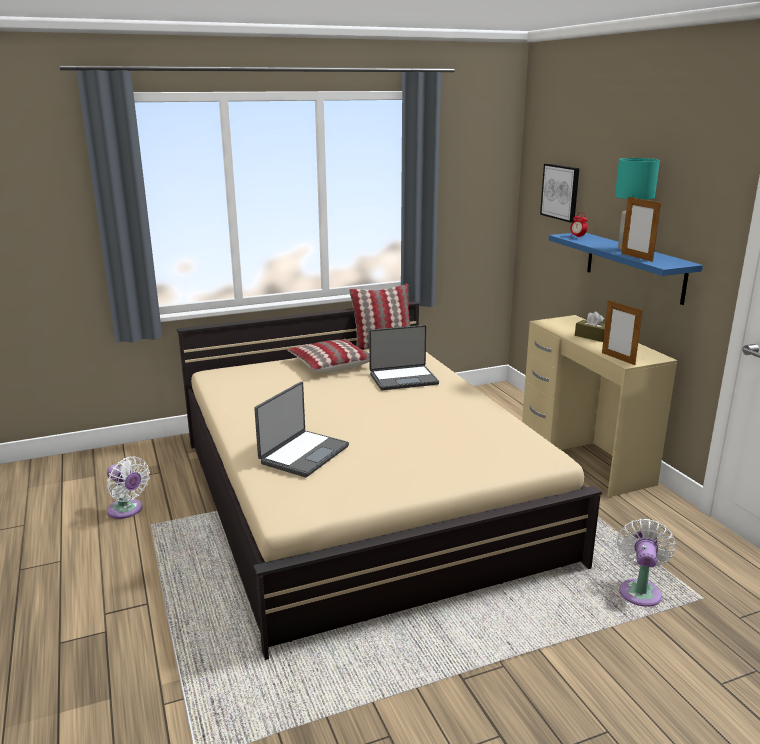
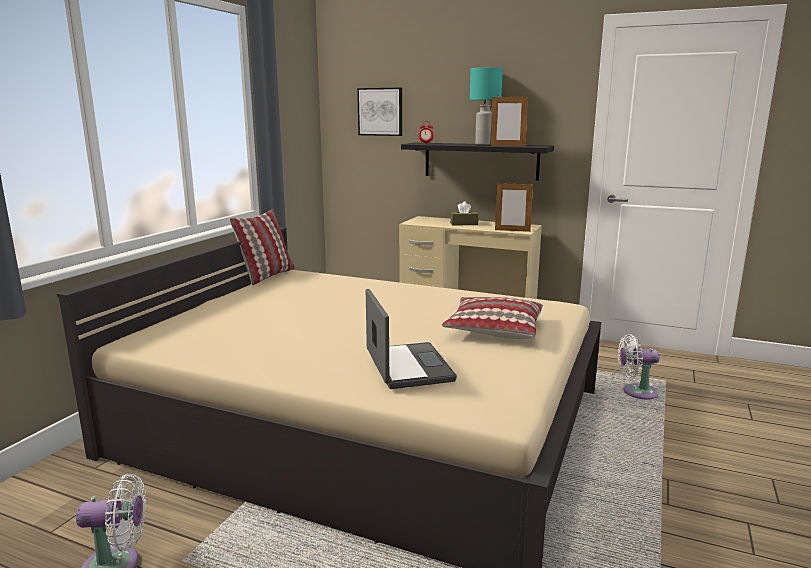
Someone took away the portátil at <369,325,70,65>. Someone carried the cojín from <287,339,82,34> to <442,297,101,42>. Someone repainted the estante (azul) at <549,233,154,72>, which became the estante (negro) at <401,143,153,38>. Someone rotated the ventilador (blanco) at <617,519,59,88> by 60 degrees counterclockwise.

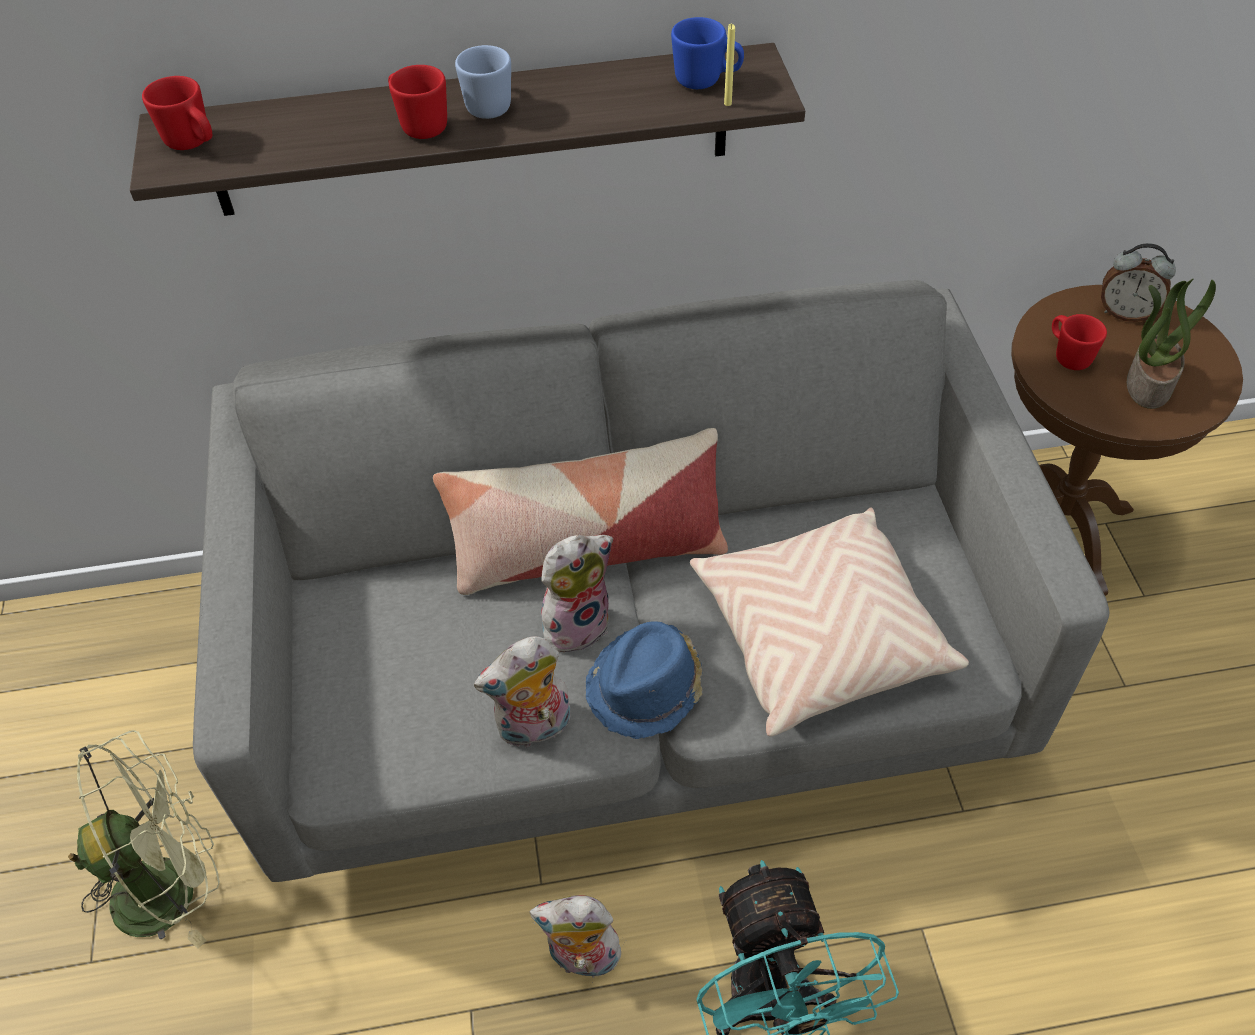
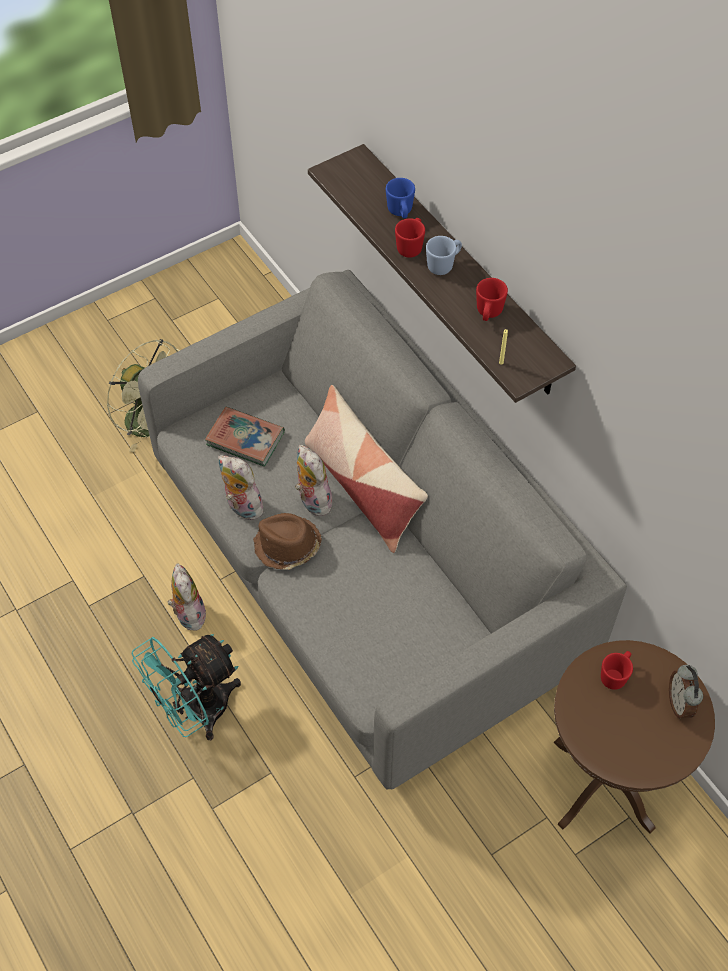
Someone took away the cojín (beis) at <690,507,279,229>. Someone took away the planta en maceta at <1127,279,89,130>. Someone put down the libro at <205,406,80,61>. Someone carried the taza grande (rojo) from <142,76,70,74> to <476,278,32,43>. Someone carried the taza grande (azul) from <671,17,73,72> to <386,178,29,40>. Someone repainted the sombrero (azul) at <586,621,117,118>, which became the sombrero (marrón) at <253,513,69,57>. Someone rotated the peluche at <541,535,72,123> by 150 degrees counterclockwise.

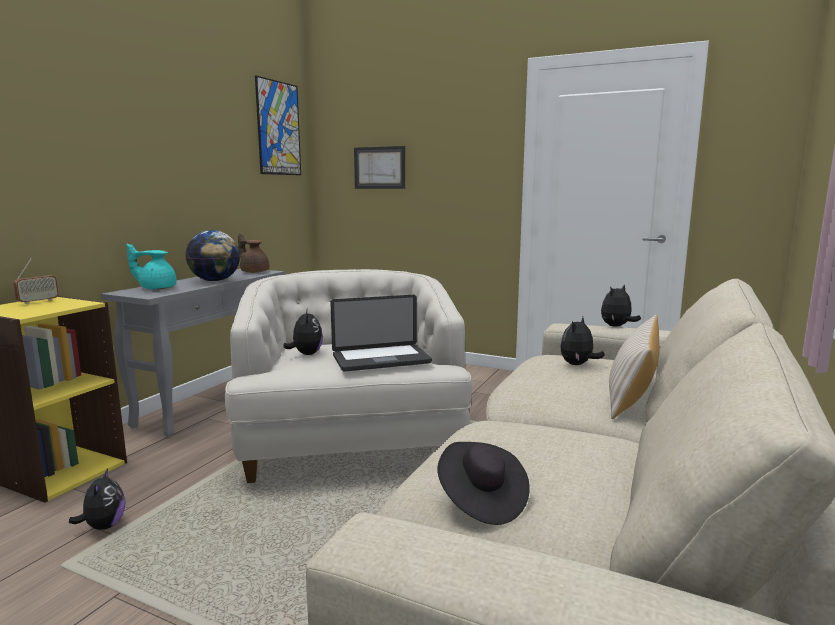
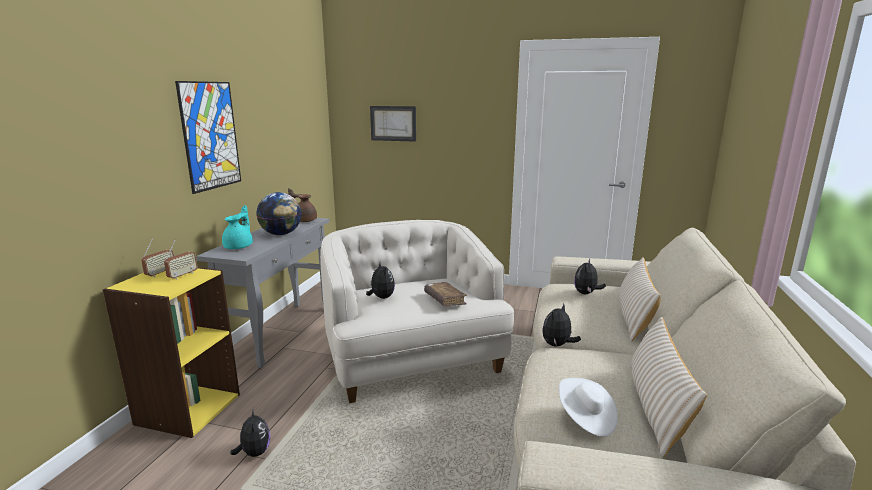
Someone put down the radio at <164,240,33,40>. Someone put down the cojín (beis) at <630,317,77,141>. Someone carried the cuadro from <255,76,46,99> to <175,81,66,113>. Someone carried the peluche from <601,285,40,42> to <543,304,38,42>. Someone swapped the portátil at <330,295,102,77> for the libro (marrón) at <424,282,43,24>. Someone repainted the sombrero (negro) at <437,442,93,83>, which became the sombrero (blanco) at <559,378,59,59>. Someone rotated the tetera (turquesa) at <126,243,51,47> by 120 degrees clockwise.

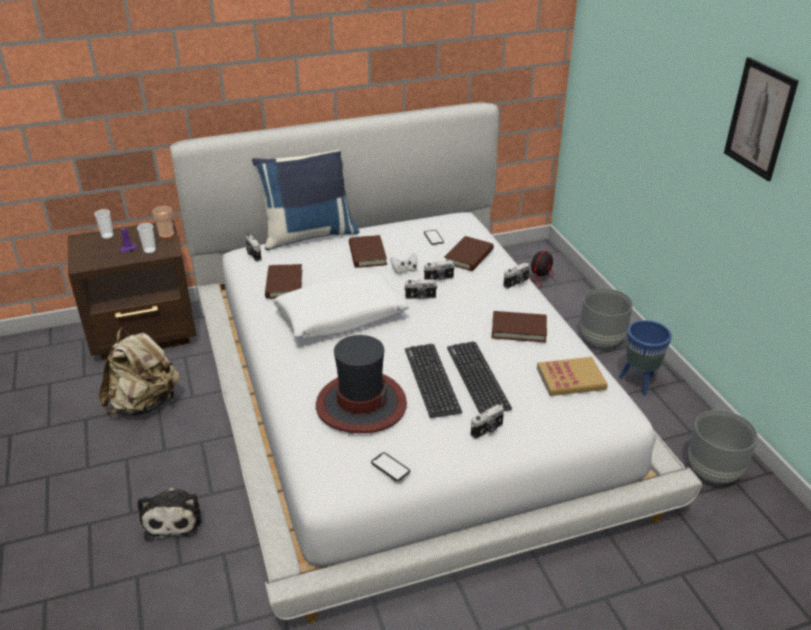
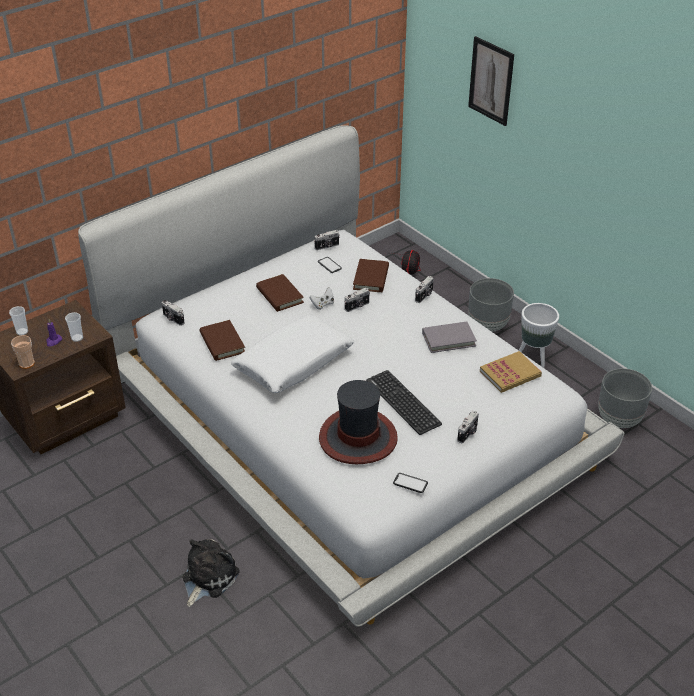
Someone took away the mochila (beis) at <99,328,81,88>. Someone took away the cojín (azul) at <252,150,107,100>. Someone took away the teclado at <447,341,65,73>. Someone carried the taza from <153,206,21,32> to <11,335,24,34>. Someone carried the cámara from <404,279,34,20> to <314,230,26,20>. Someone carried the cuadro from <724,57,75,124> to <468,36,46,90>. Someone repainted the libro (marrón) at <491,311,56,31>, which became the libro (gris) at <422,322,55,31>. Someone repainted the maceta (azul) at <619,320,53,76>, which became the maceta (blanco) at <519,303,40,65>. Someone rotated the peluche at <137,488,65,53> by 120 degrees counterclockwise.

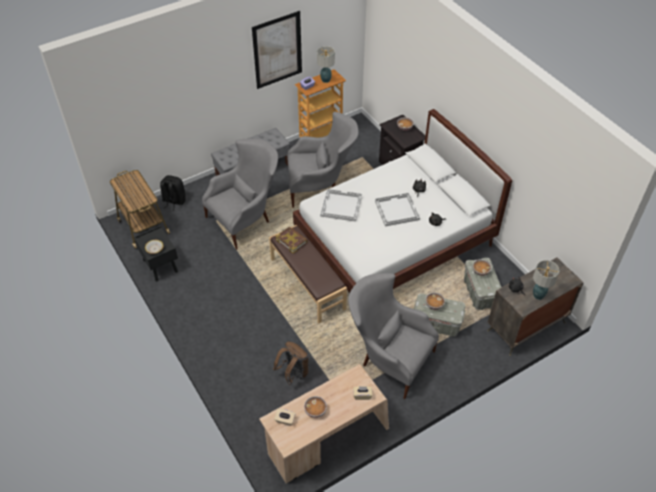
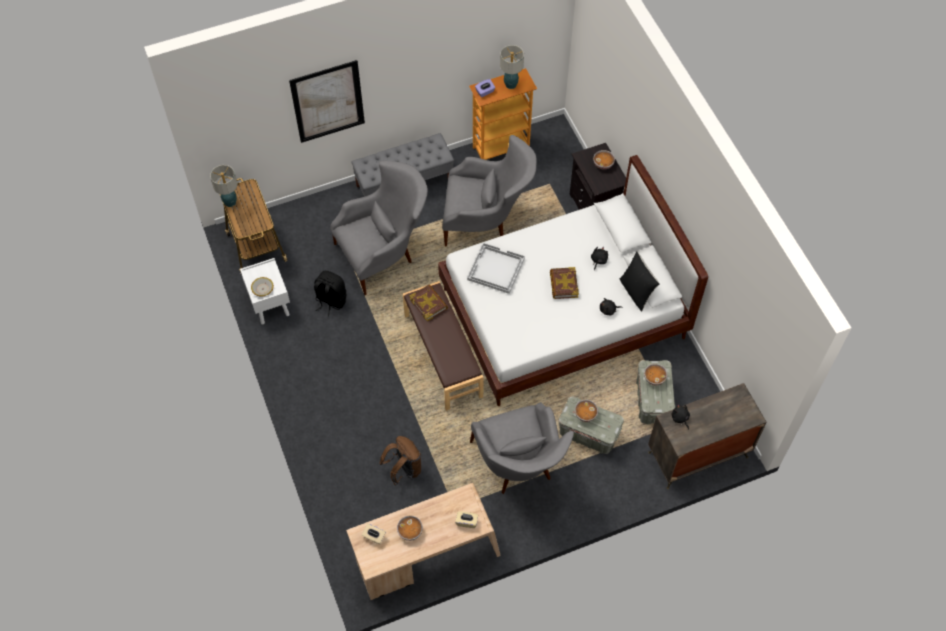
Someone put down the cojín (negro) at <620,251,40,61>. Someone carried the mochila (negro) from <160,175,26,36> to <314,271,32,45>. Someone carried the cuadro from <252,11,50,78> to <289,60,76,83>. Someone carried the lámpara de mesa from <533,260,27,40> to <210,165,28,42>. Someone swapped the bandeja (blanco) at <375,193,45,34> for the libro at <550,267,29,32>. Someone repainted the mesita de noche (negro) at <134,226,44,56>, which became the mesita de noche (blanco) at <240,258,50,67>. Someone rotated the sillón (gris) at <348,273,91,126> by 150 degrees counterclockwise.

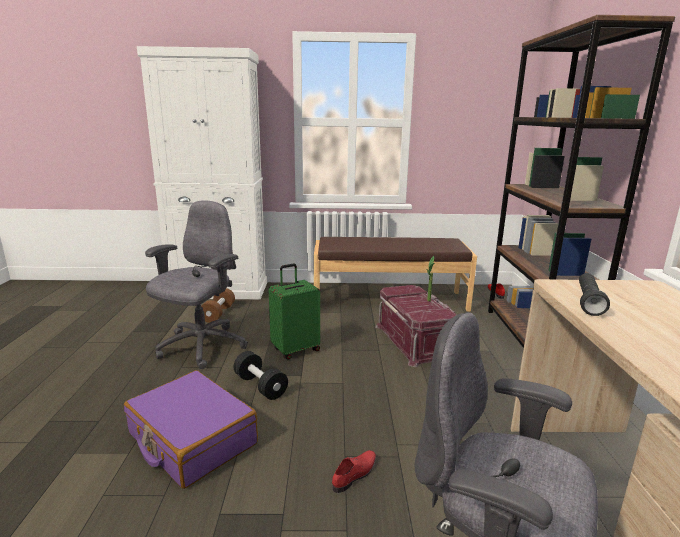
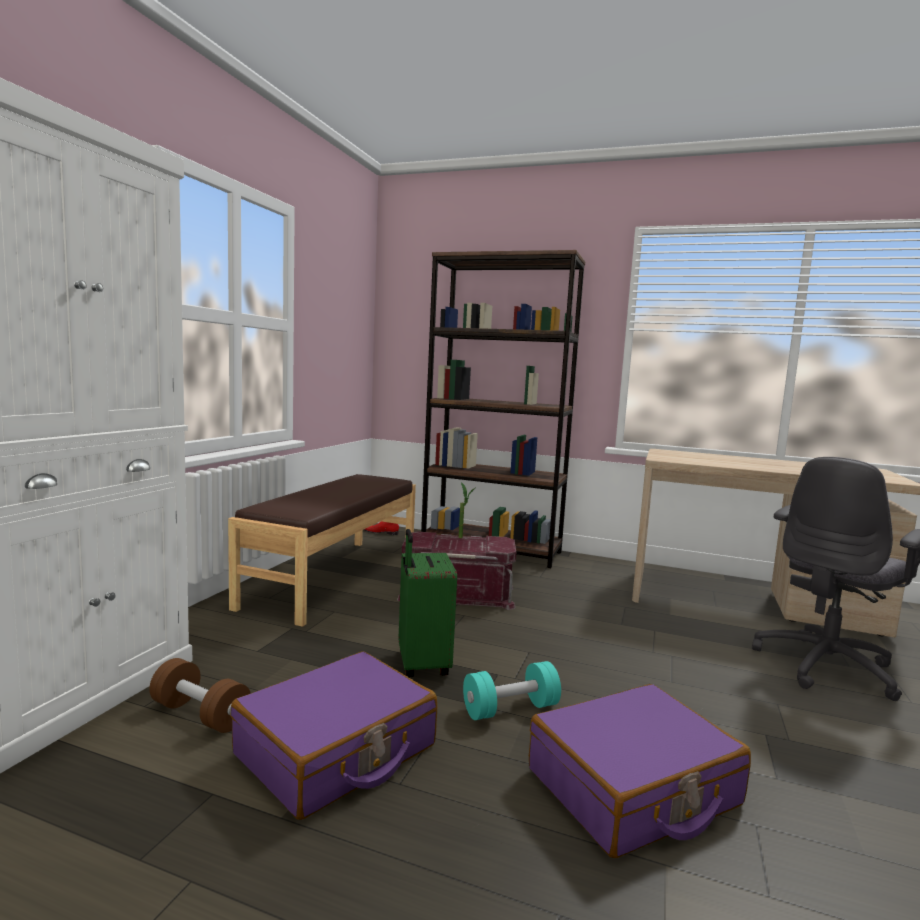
Someone took away the zapato (rojo) at <332,450,44,43>. Someone took away the linterna (negro) at <579,273,31,43>. Someone swapped the silla de oficina (gris) at <145,200,103,169> for the maleta (morado) at <231,652,206,168>. Someone repainted the mancuerna (negro) at <234,351,54,49>, which became the mancuerna (turquesa) at <463,661,98,59>.

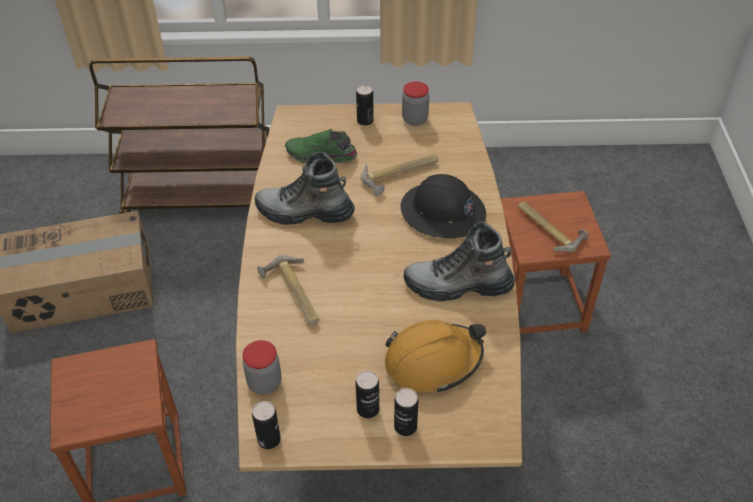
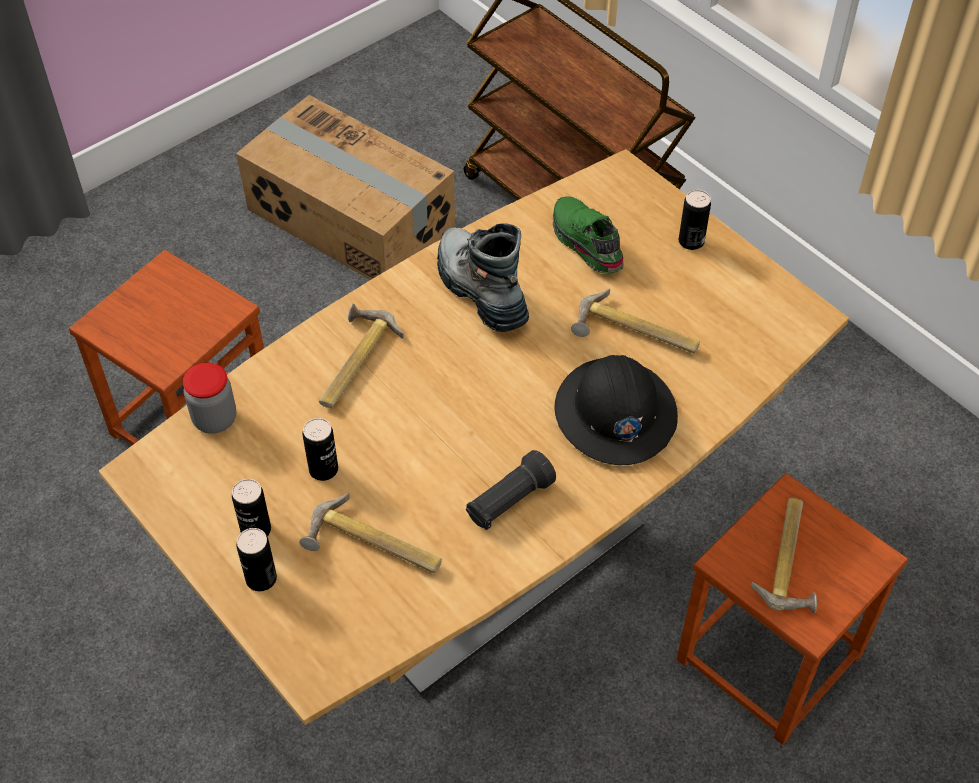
Someone took away the tarro at <402,81,27,44>. Someone carried the lata from <252,401,29,48> to <303,418,35,63>. Someone swapped the casco (naranja) at <385,320,101,72> for the martillo at <299,493,143,80>. Someone swapped the bota at <403,221,112,81> for the linterna (negro) at <466,450,90,80>.

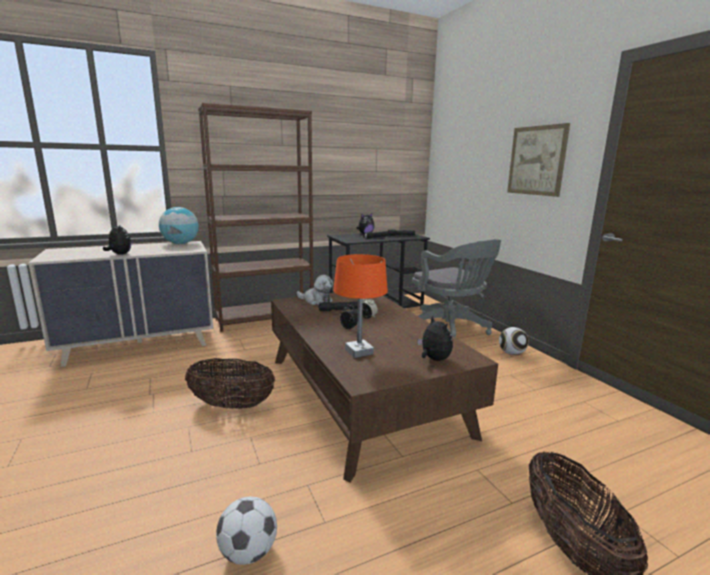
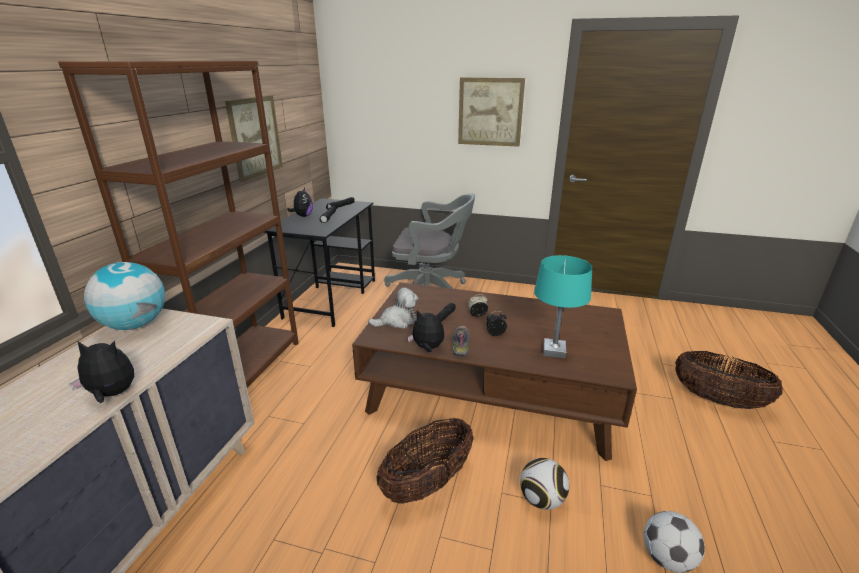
Someone put up the cuadro at <225,95,58,87>. Someone put down the zapato at <452,326,18,31>. Someone carried the peluche from <418,315,35,46> to <408,310,36,42>. Someone carried the balón de fútbol from <499,327,30,28> to <520,458,49,52>. Someone repainted the lámpara de mesa (naranja) at <333,254,55,104>, which became the lámpara de mesa (turquesa) at <534,255,58,104>.

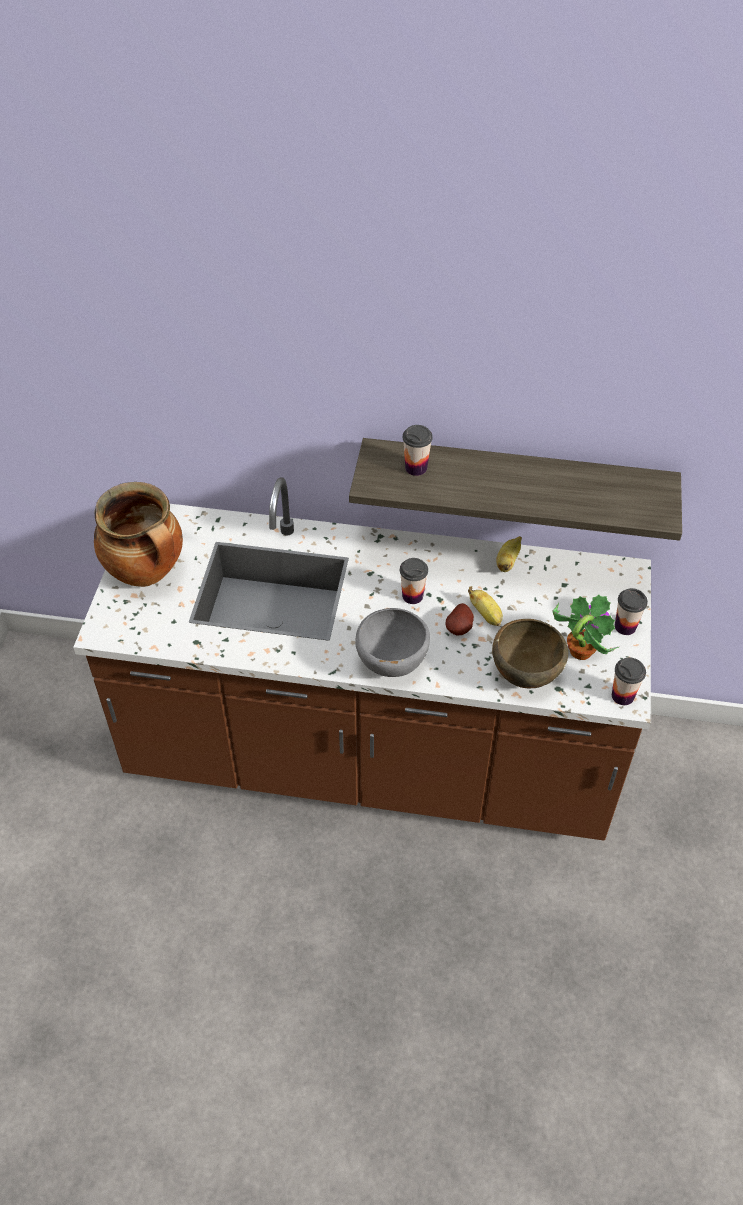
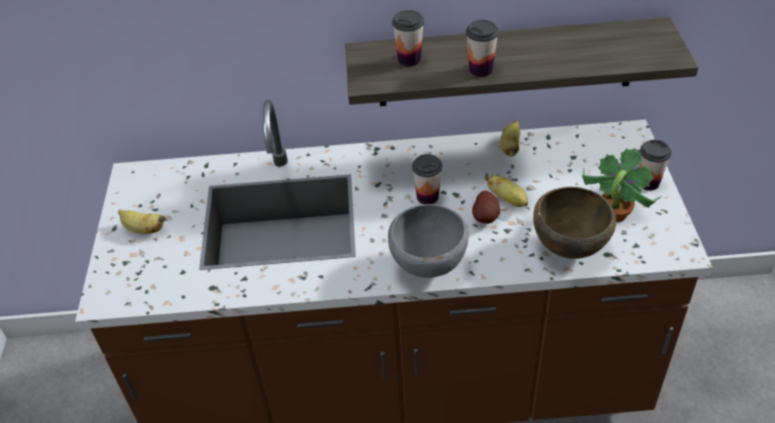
Someone carried the taza from <612,657,34,48> to <466,20,33,57>. Someone swapped the olla at <94,482,89,105> for the plátano at <118,209,48,25>.

